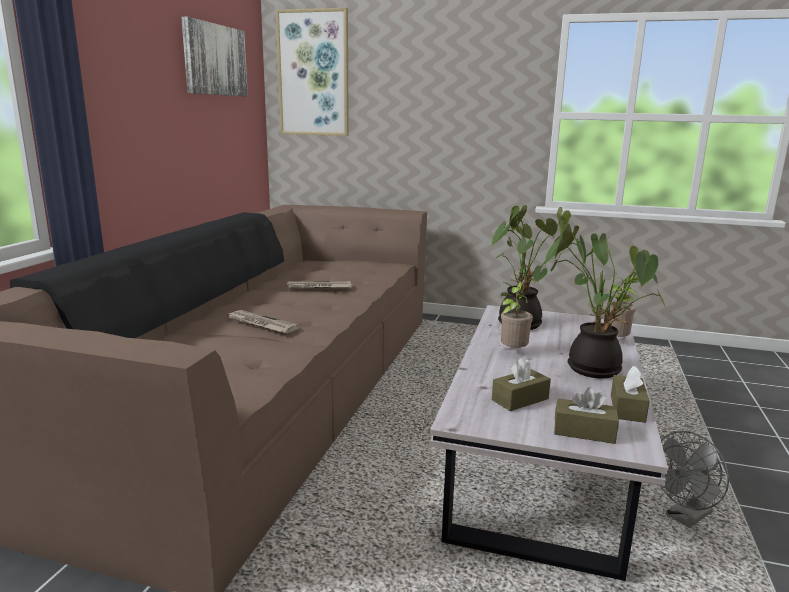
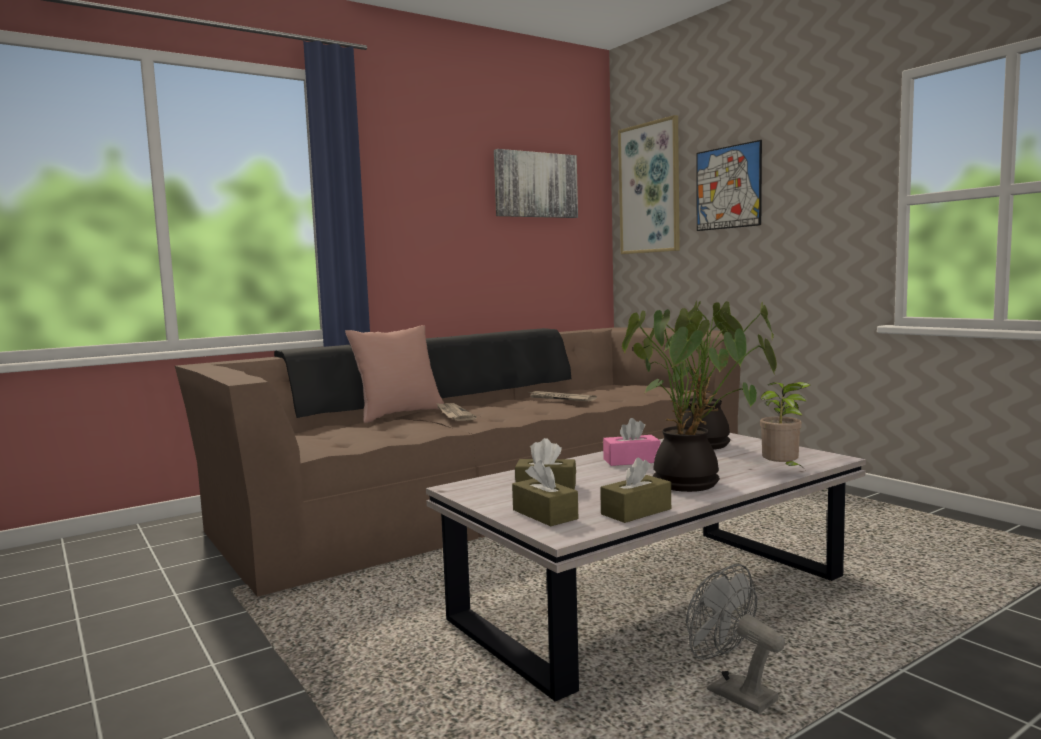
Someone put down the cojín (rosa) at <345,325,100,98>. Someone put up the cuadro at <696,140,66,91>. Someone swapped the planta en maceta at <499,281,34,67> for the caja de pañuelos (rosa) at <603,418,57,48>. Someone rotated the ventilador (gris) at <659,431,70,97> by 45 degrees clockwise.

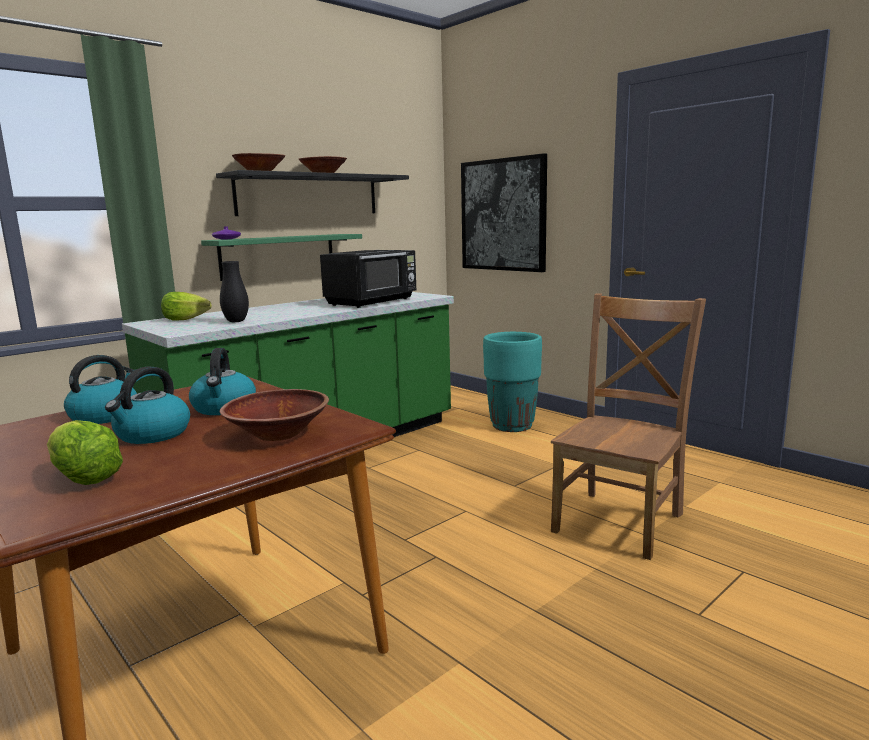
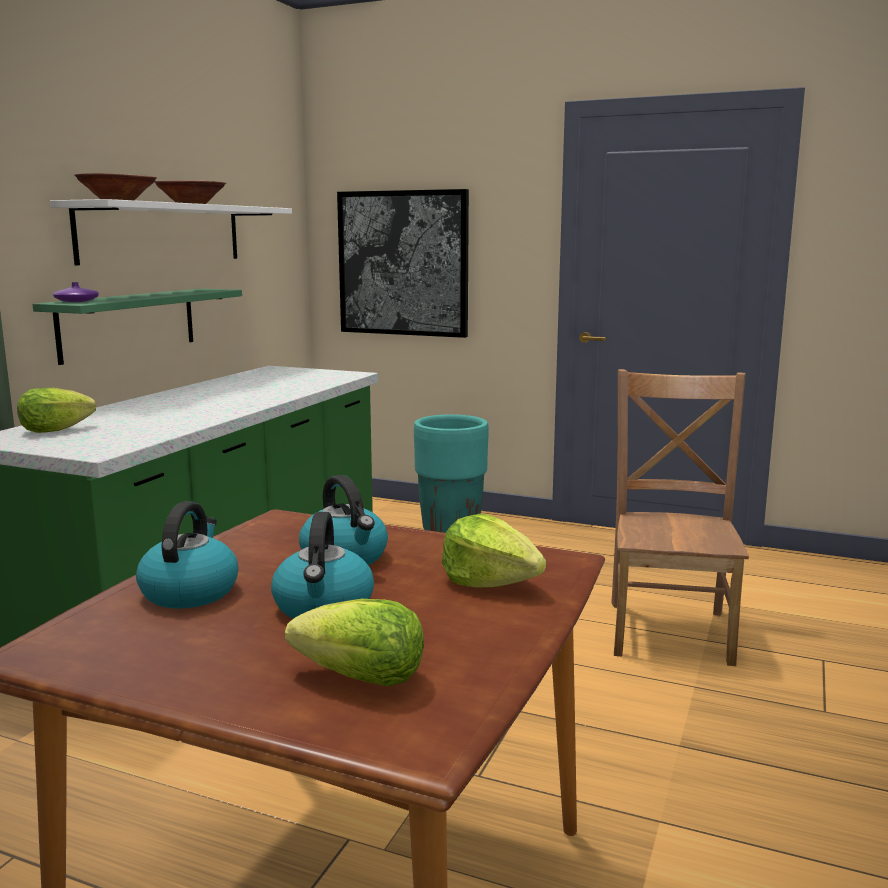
Someone took away the florero (negro) at <220,261,29,61>. Someone took away the microondas (negro) at <320,250,96,58>. Someone swapped the cuenco (marrón) at <220,389,109,52> for the lechuga at <442,514,104,74>. Someone repainted the estante (negro) at <216,170,193,46>, which became the estante (blanco) at <50,199,242,66>.

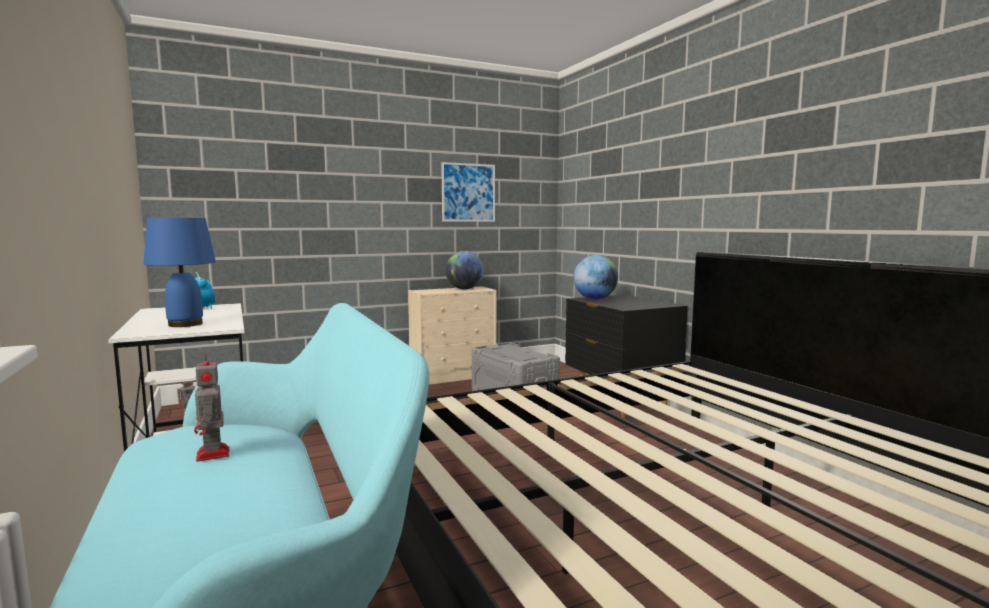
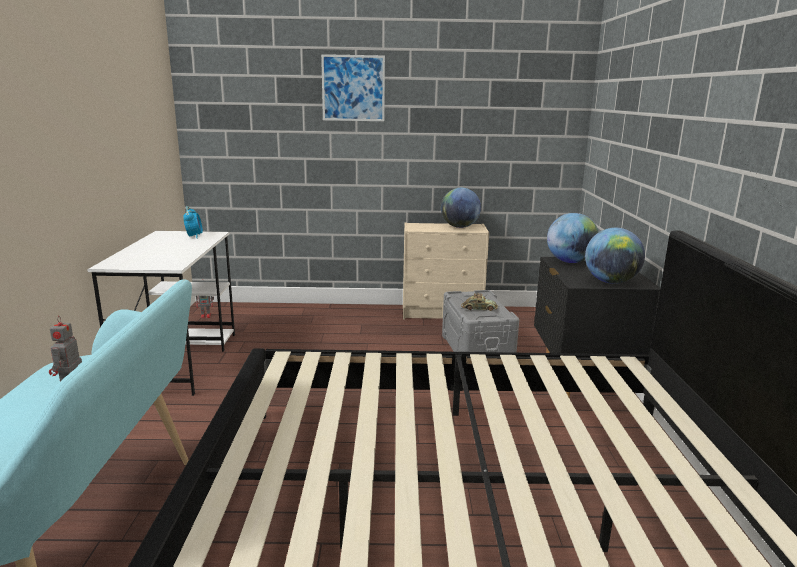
Someone took away the lámpara de mesa (azul) at <143,218,73,109>. Someone put down the coche de juguete at <461,293,37,18>. Someone put down the globo terráqueo at <585,228,60,56>. Someone carried the cuadro from <441,162,54,60> to <321,54,64,67>.

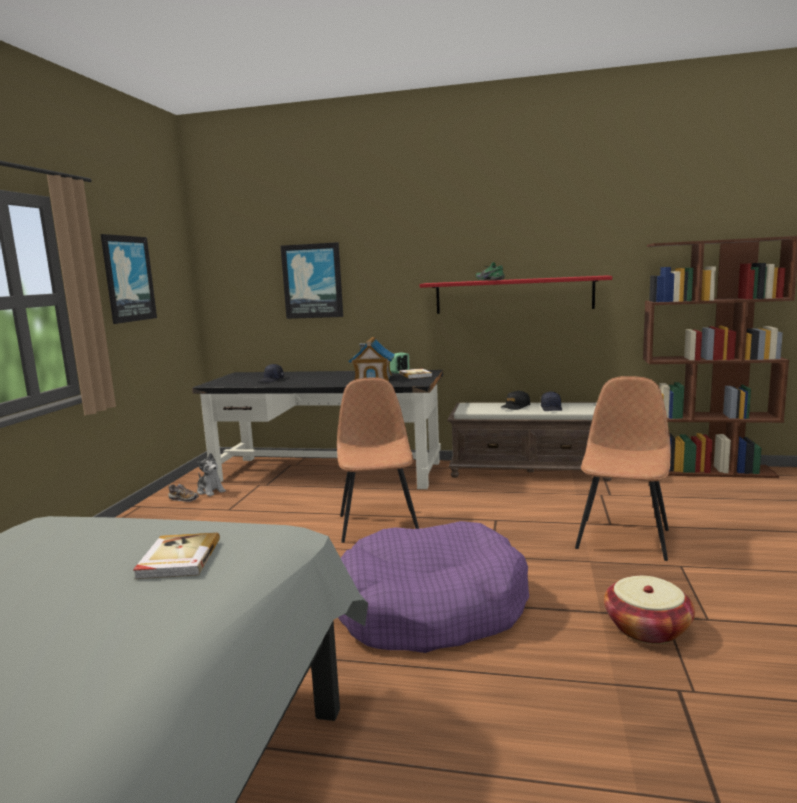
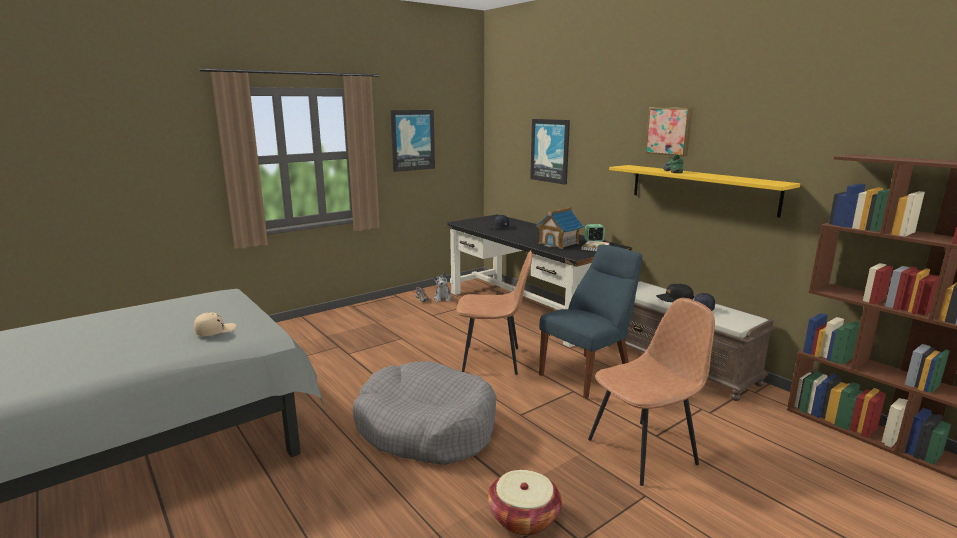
Someone put down the silla (azul) at <539,244,103,155>. Someone put up the cuadro at <645,107,47,49>. Someone swapped the libro at <133,532,87,47> for the gorra (beis) at <194,312,42,24>. Someone repainted the cama para perro (morado) at <338,521,191,132>, which became the cama para perro (gris) at <353,361,144,104>. Someone repainted the estante (rojo) at <420,275,192,39>, which became the estante (amarillo) at <609,165,191,53>. Someone rotated the silla (marrón) at <337,377,82,166> by 60 degrees clockwise.

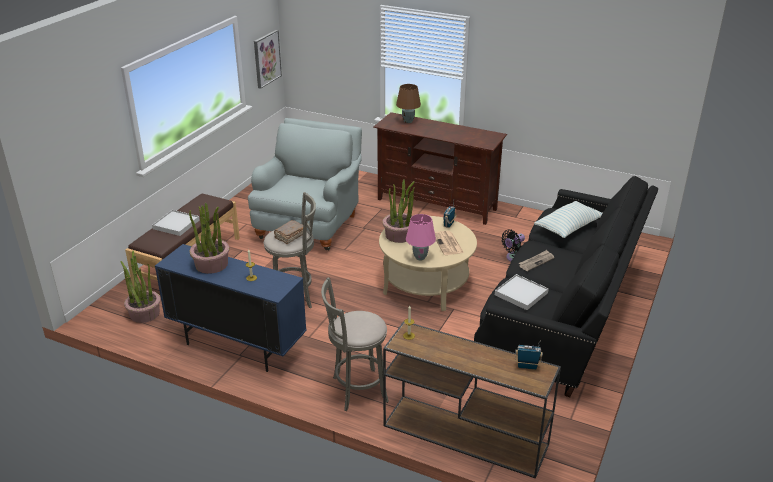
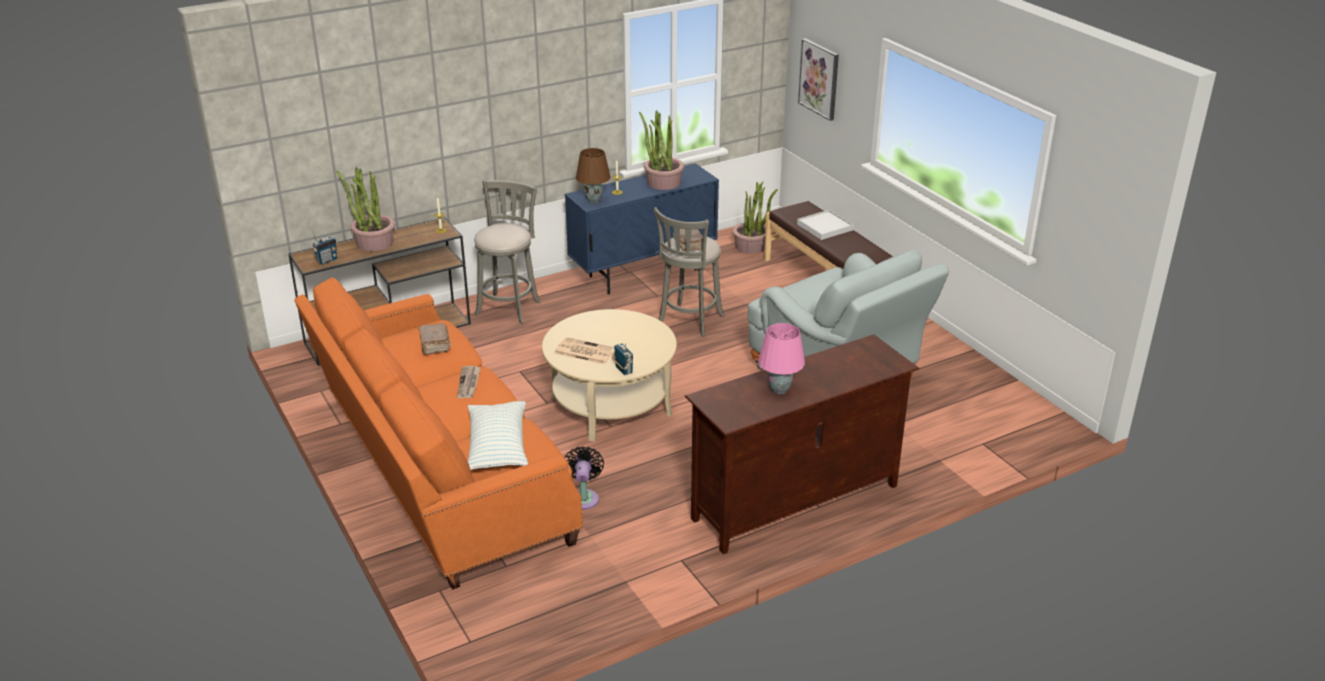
Someone carried the cuadro from <254,30,28,59> to <798,38,41,83>. Someone carried the planta en maceta from <382,179,33,64> to <336,167,59,84>. Someone carried the lámpara de mesa (marrón) from <396,84,25,39> to <576,148,35,55>. Someone carried the lámpara de mesa (rosa) from <406,214,30,47> to <758,323,47,71>. Someone swapped the bandeja (blanco) at <495,274,54,36> for the libro (marrón) at <418,323,33,32>. Someone repainted the sofá (negro) at <474,176,184,221>, which became the sofá (naranja) at <294,278,289,311>.

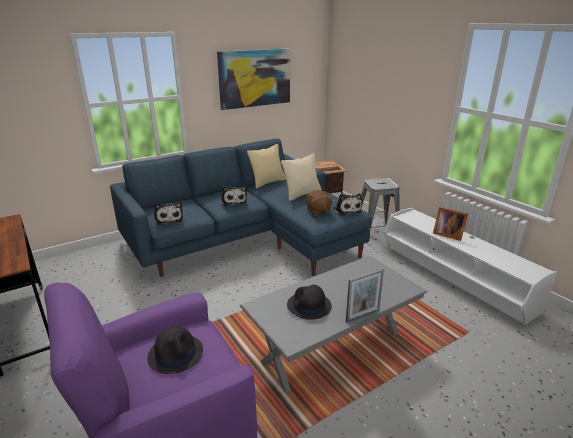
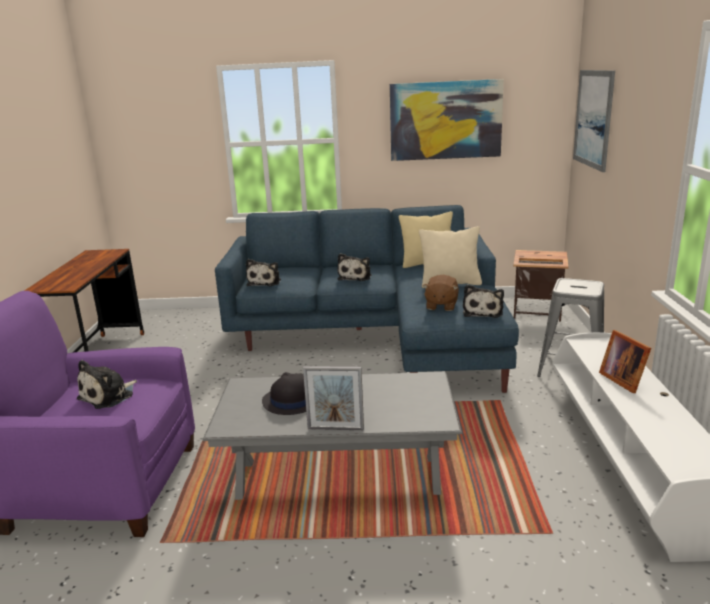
Someone put up the cuadro at <573,70,42,102>. Someone swapped the sombrero (negro) at <148,327,55,47> for the peluche at <77,360,60,49>.

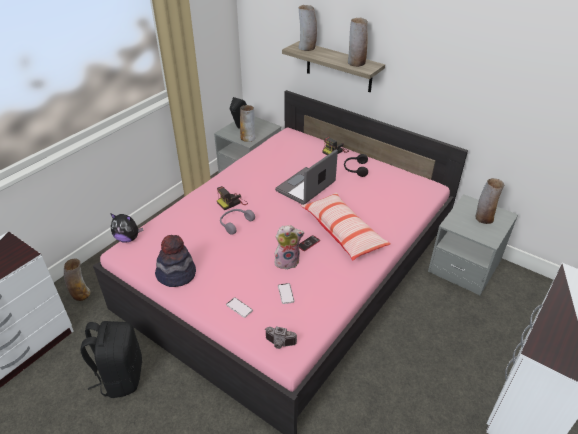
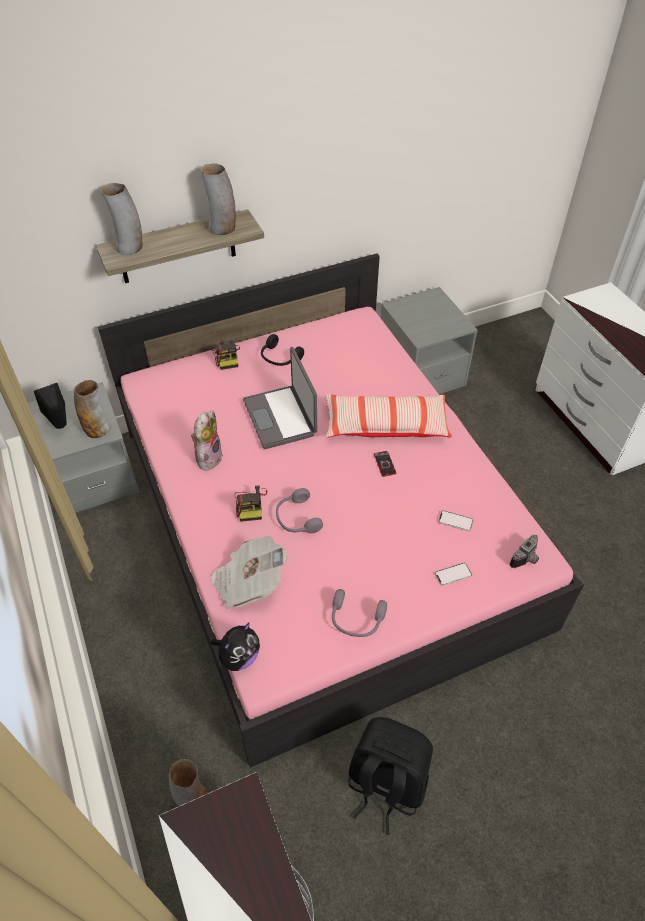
Someone took away the florero at <475,178,29,46>. Someone put down the periódico at <211,536,76,73>. Someone carried the peluche from <275,225,29,45> to <191,410,32,61>. Someone swapped the sombrero at <155,235,41,52> for the auriculares (gris) at <332,589,55,48>.

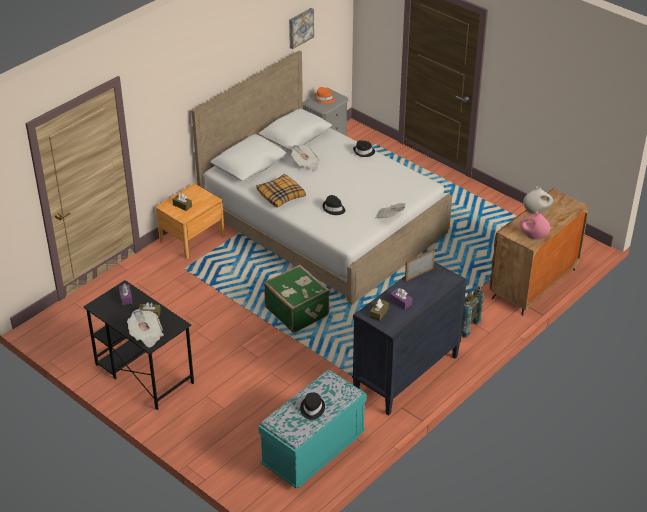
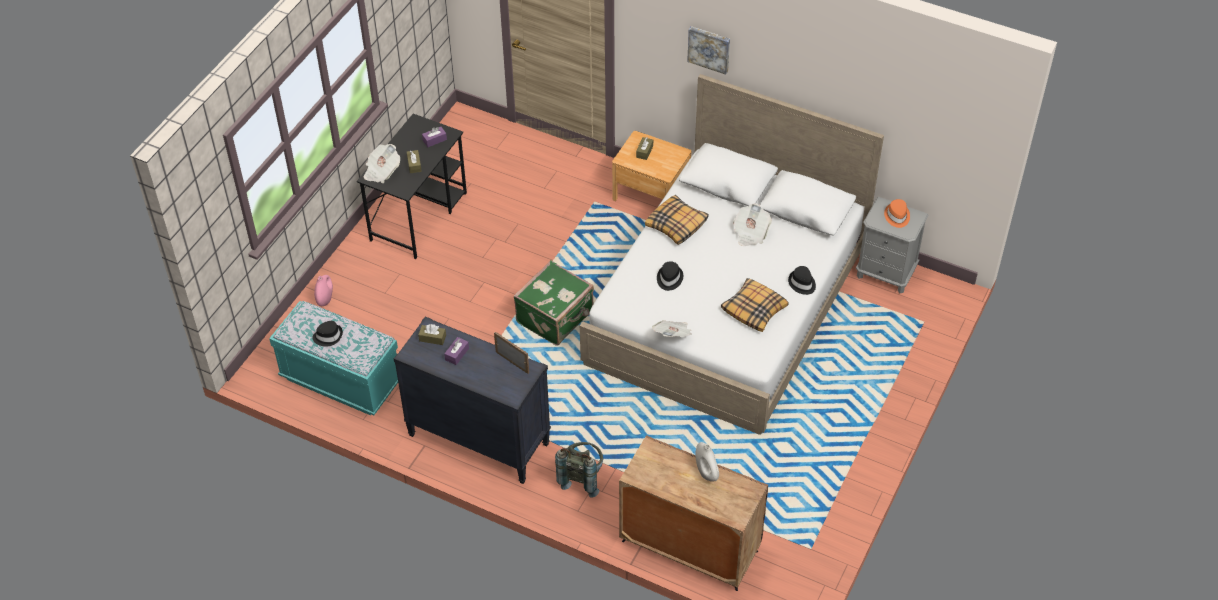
Someone put down the cojín at <721,278,67,54>. Someone carried the cuadro from <289,8,25,41> to <687,26,43,49>. Someone carried the florero (rosa) from <519,211,31,28> to <314,275,19,31>.

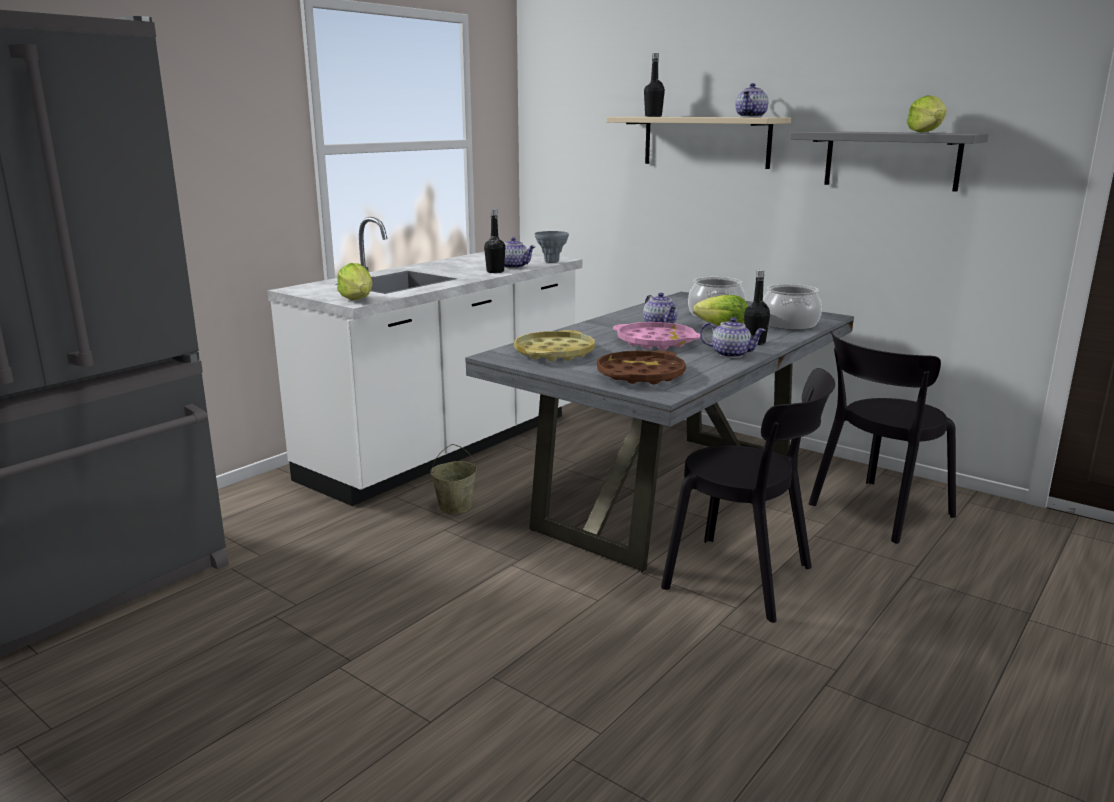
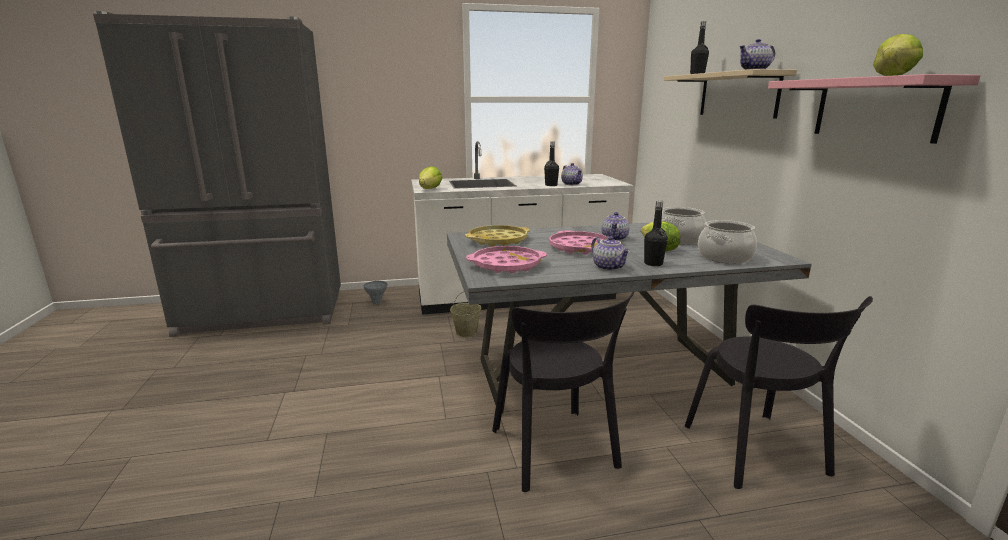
Someone carried the florero (gris) from <535,231,34,32> to <364,281,23,23>. Someone repainted the bandeja (marrón) at <597,351,89,34>, which became the bandeja (rosa) at <466,246,81,27>. Someone repainted the estante (gris) at <790,131,199,61>, which became the estante (rosa) at <768,74,213,70>. Someone rotated the silla (negro) at <809,331,147,213> by 105 degrees counterclockwise.

